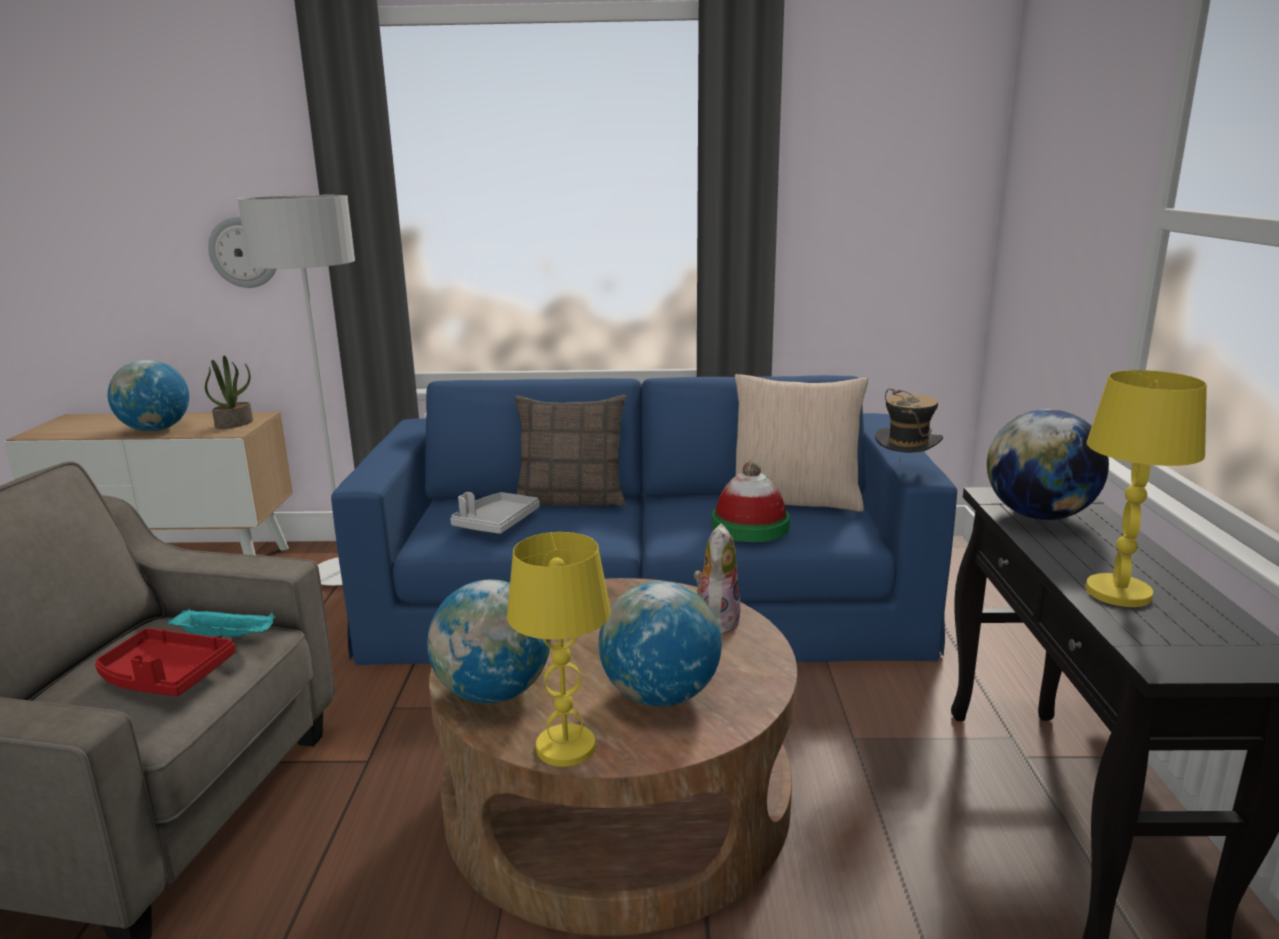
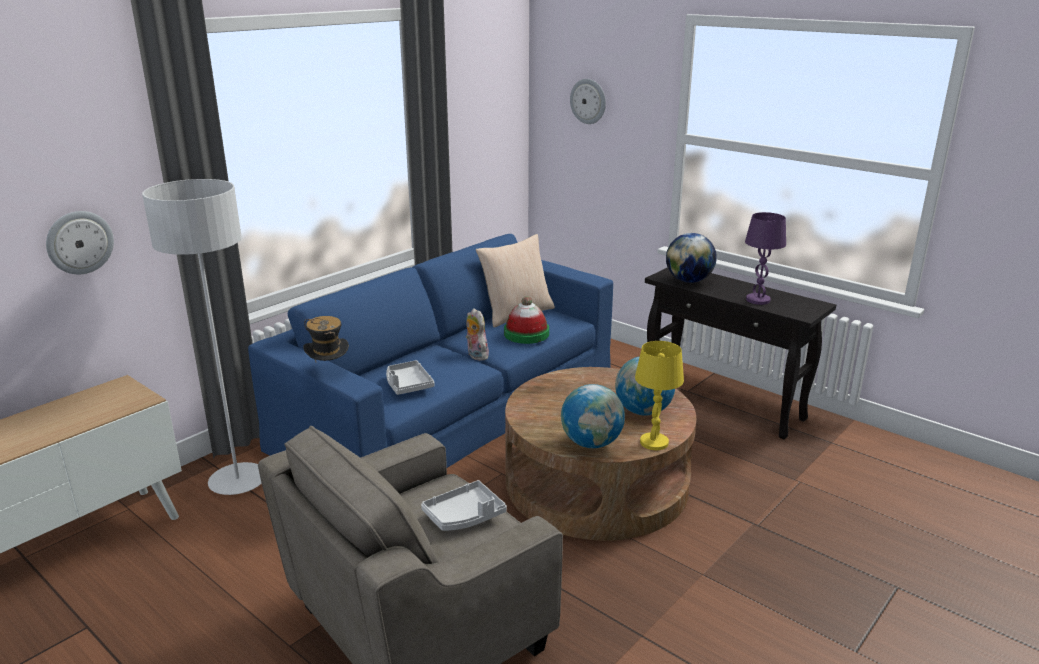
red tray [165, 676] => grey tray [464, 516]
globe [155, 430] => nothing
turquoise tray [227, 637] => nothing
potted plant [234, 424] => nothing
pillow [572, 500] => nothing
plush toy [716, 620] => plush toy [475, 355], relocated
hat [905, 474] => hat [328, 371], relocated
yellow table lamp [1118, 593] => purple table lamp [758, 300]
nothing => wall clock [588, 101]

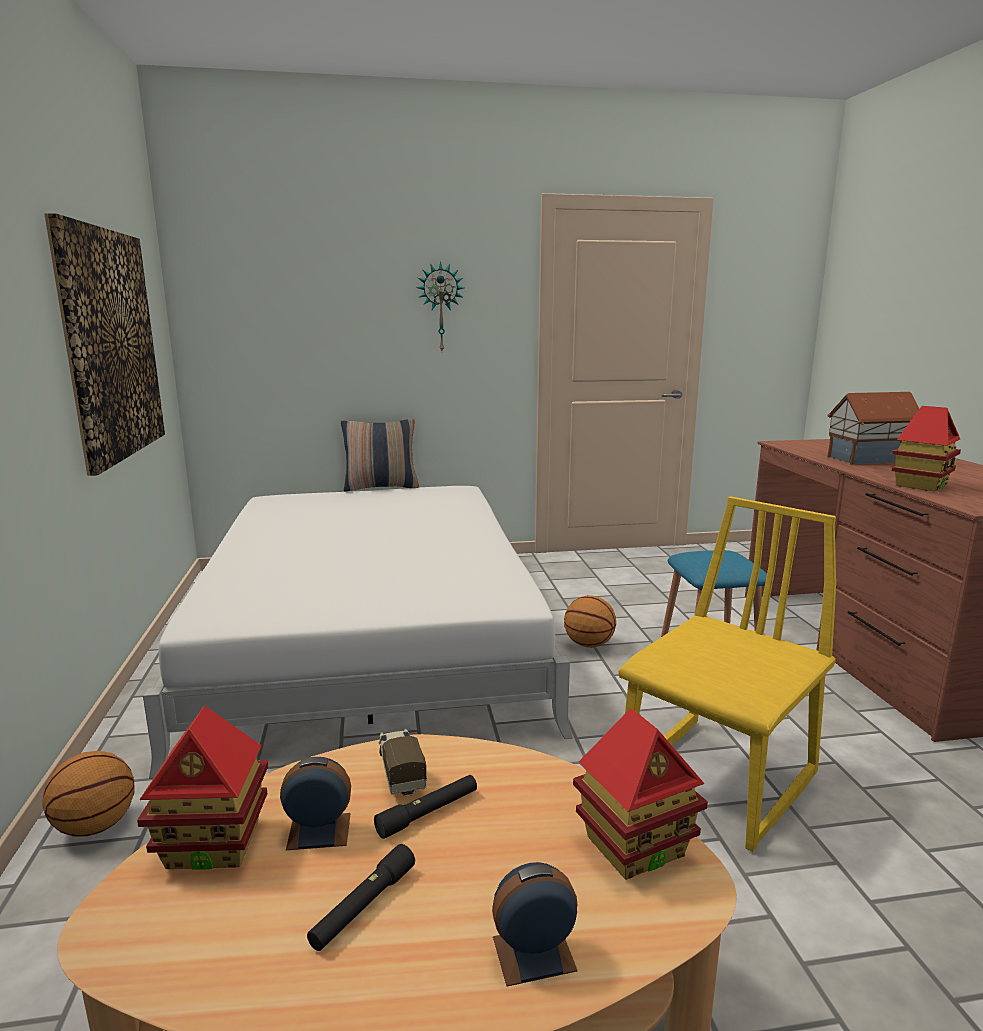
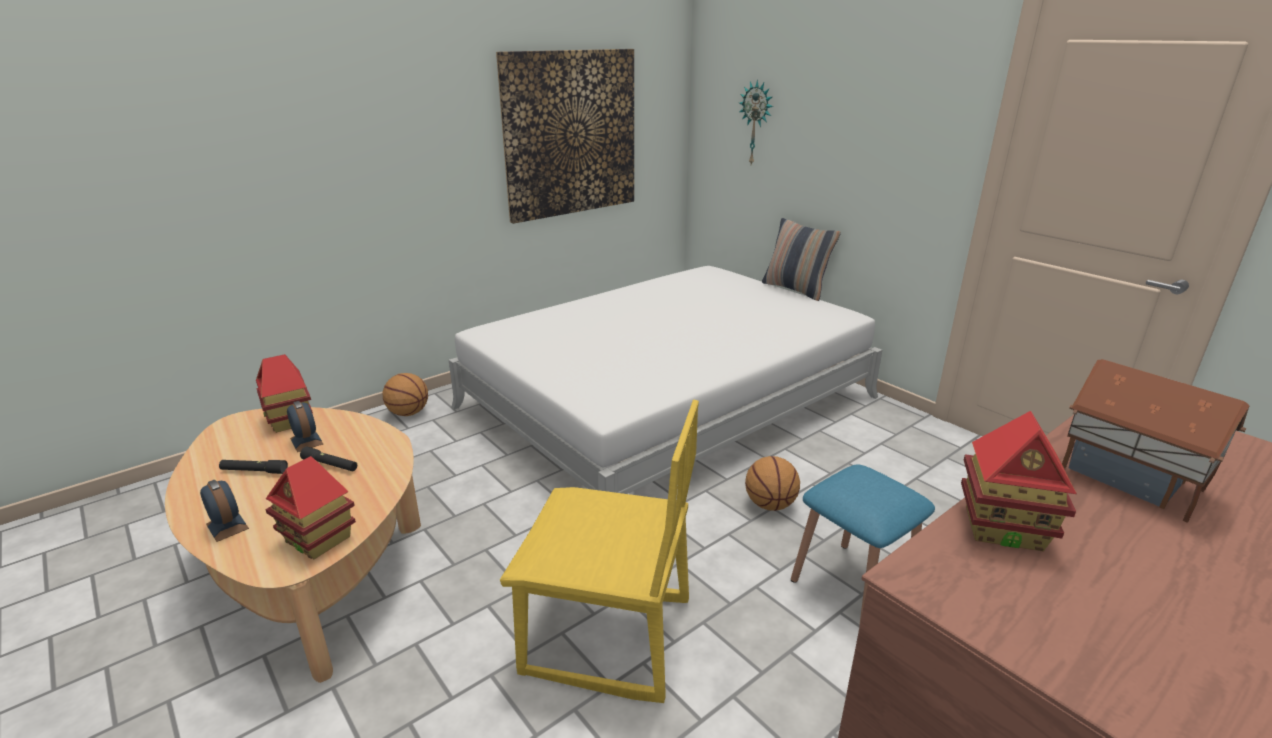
toy truck [401, 770] => nothing
wall clock [440, 308] => wall clock [756, 123], relocated

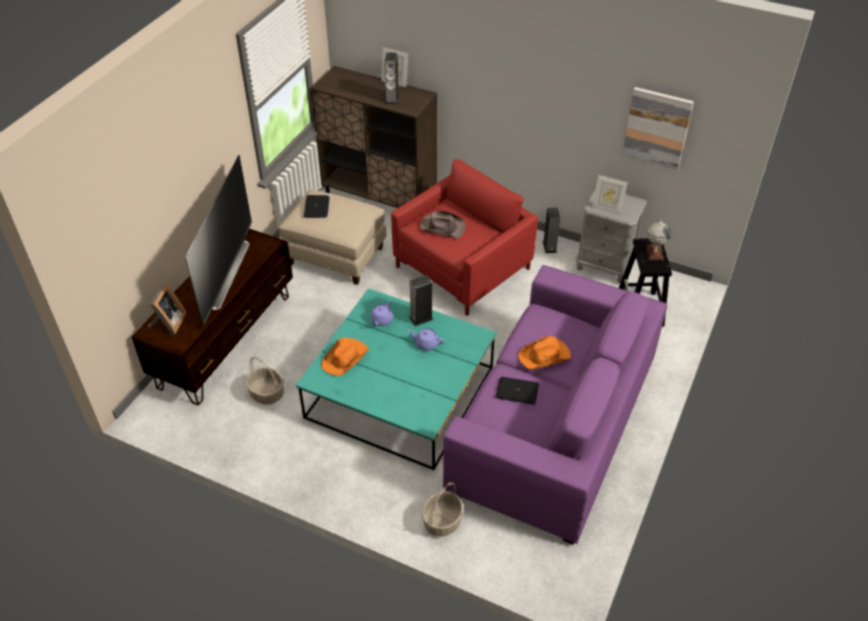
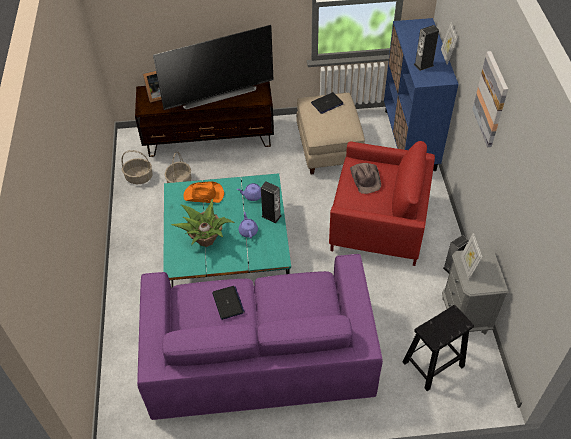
brown cabinet [379, 198] => blue cabinet [410, 140]
basket [442, 521] => basket [139, 177], relocated
orange hat [545, 356] => nothing
picture [657, 127] => picture [491, 99], relocated
globe [654, 252] => nothing
nothing => potted plant [205, 239]

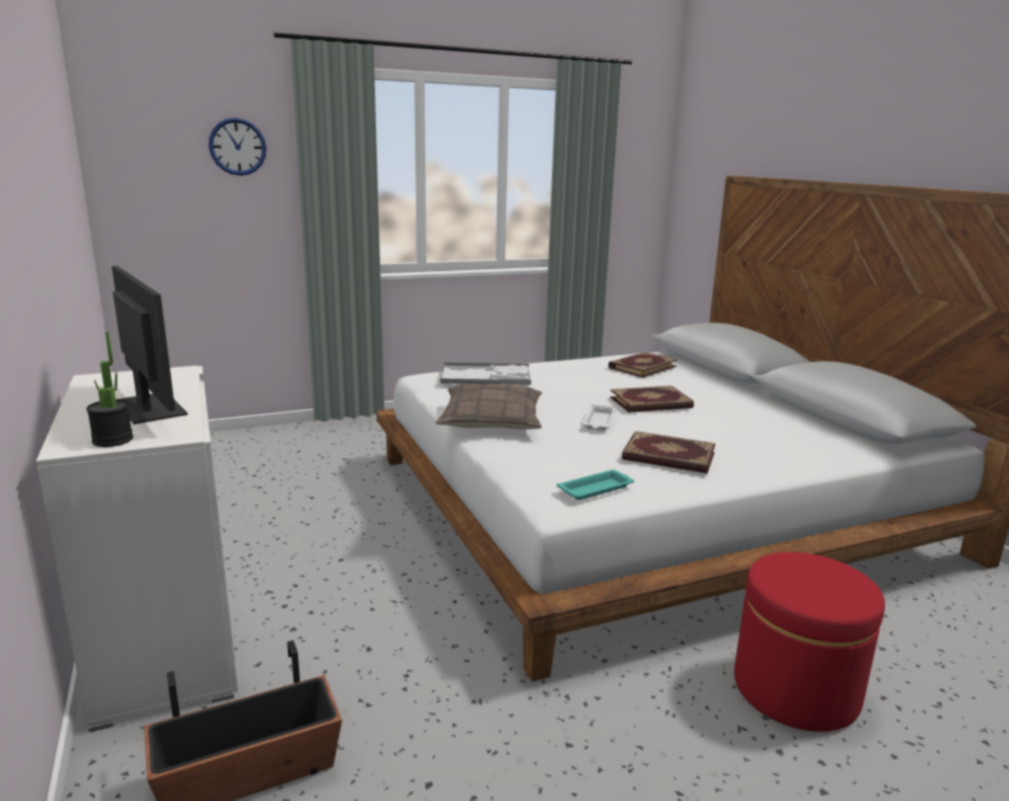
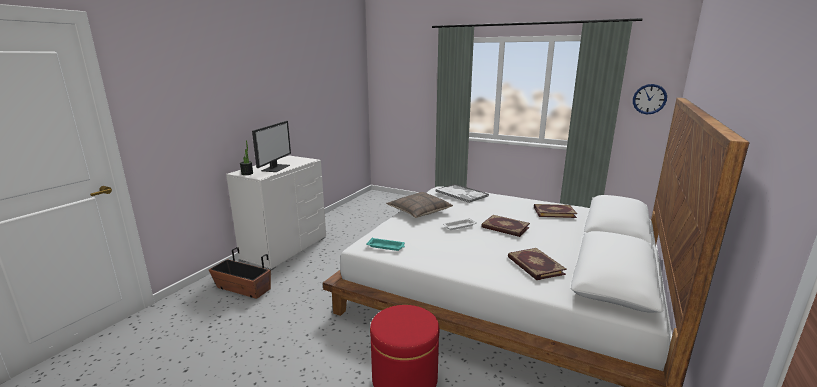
wall clock [237, 147] => wall clock [649, 99], relocated
book [668, 457] => book [534, 266], relocated

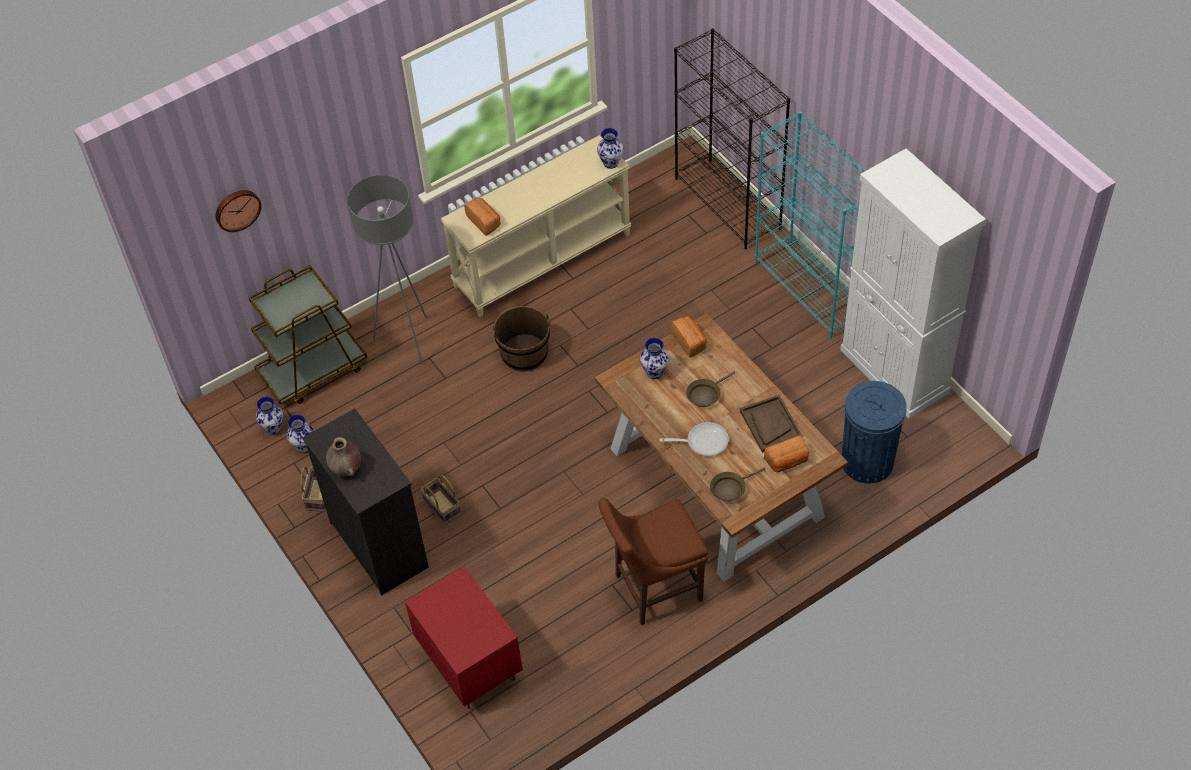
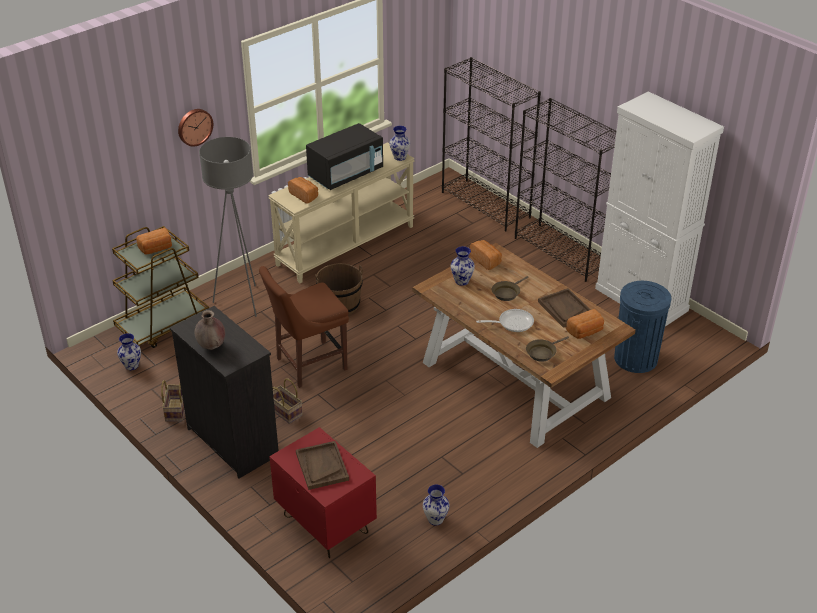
wall clock [237, 209] => wall clock [194, 126], relocated
vase [303, 446] => vase [435, 519], relocated
brown chair [654, 588] => brown chair [308, 365], relocated
turquoise bookcase [811, 288] => black bookcase [562, 252]
nothing => bread [156, 249]
nothing => brown tray [322, 466]
nothing => black microwave [346, 174]

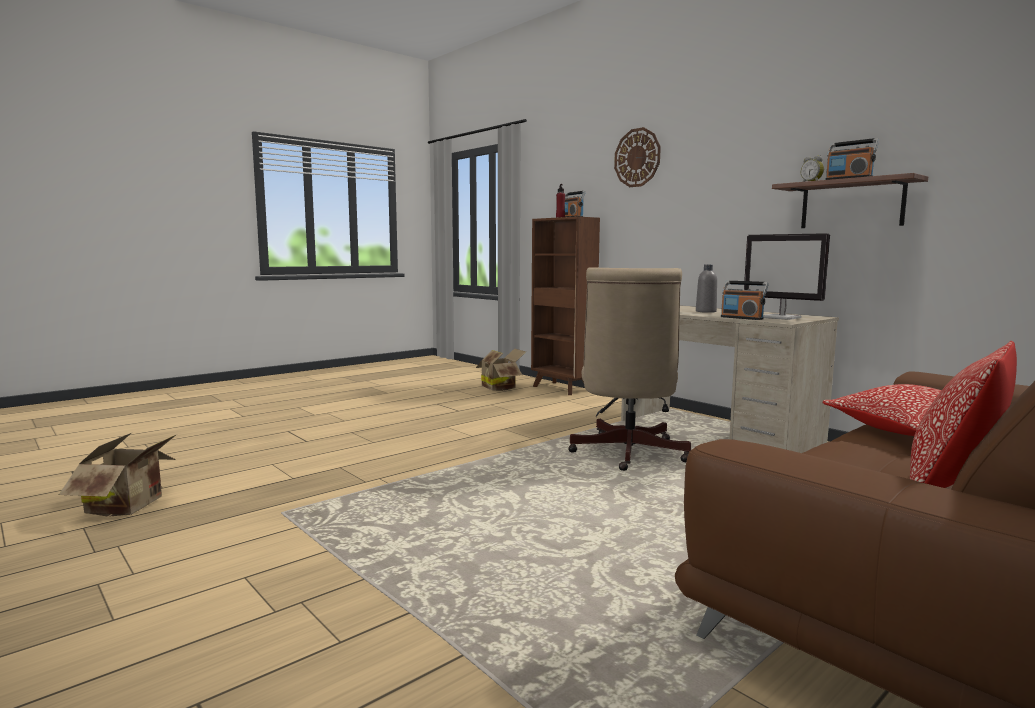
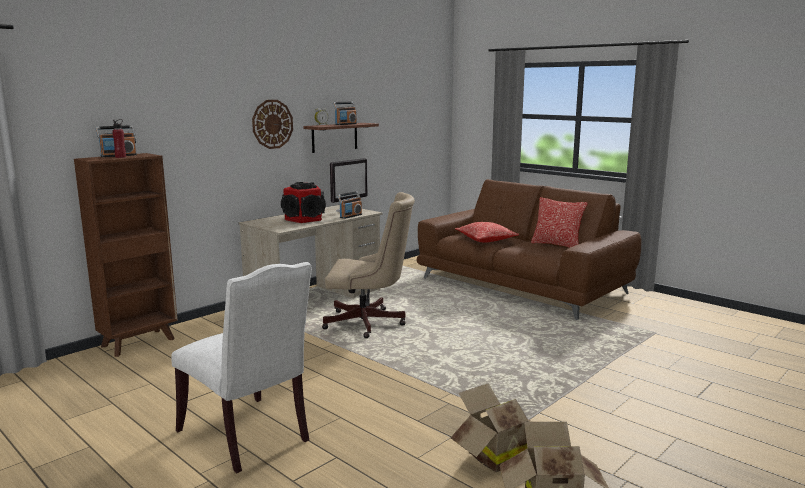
cardboard box [500, 387] => cardboard box [493, 456], relocated
wall clock [637, 157] => wall clock [272, 124], relocated
grey bottle [706, 311] => speaker [304, 219]
nothing => white chair [248, 436]

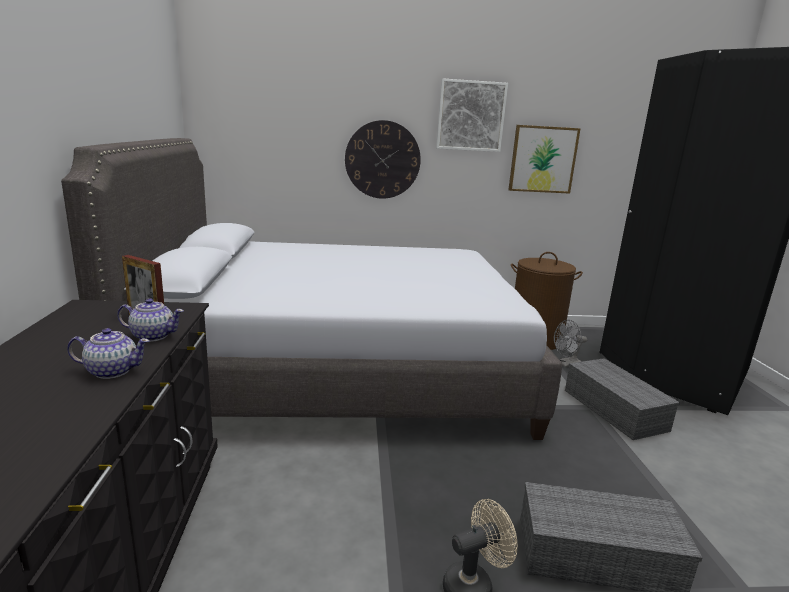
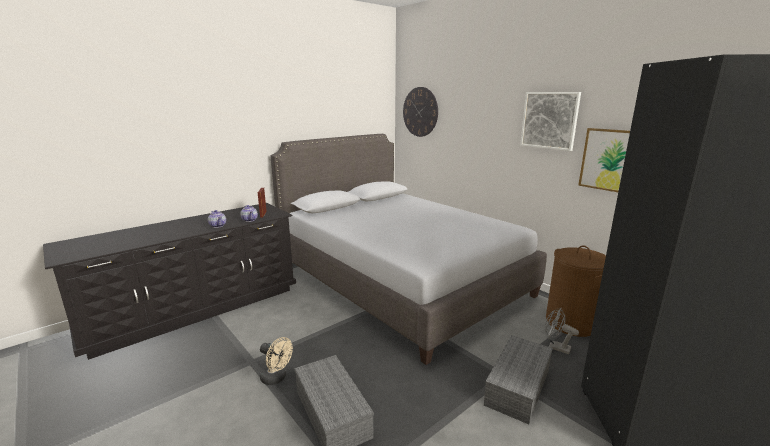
wall clock [382, 160] => wall clock [420, 112], relocated

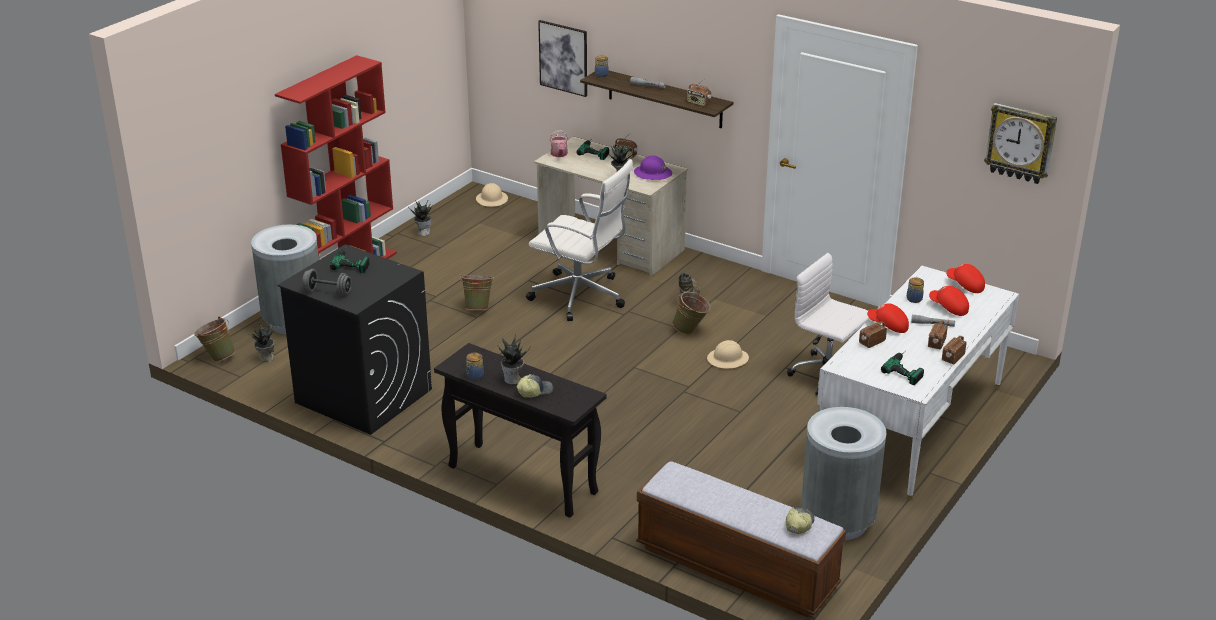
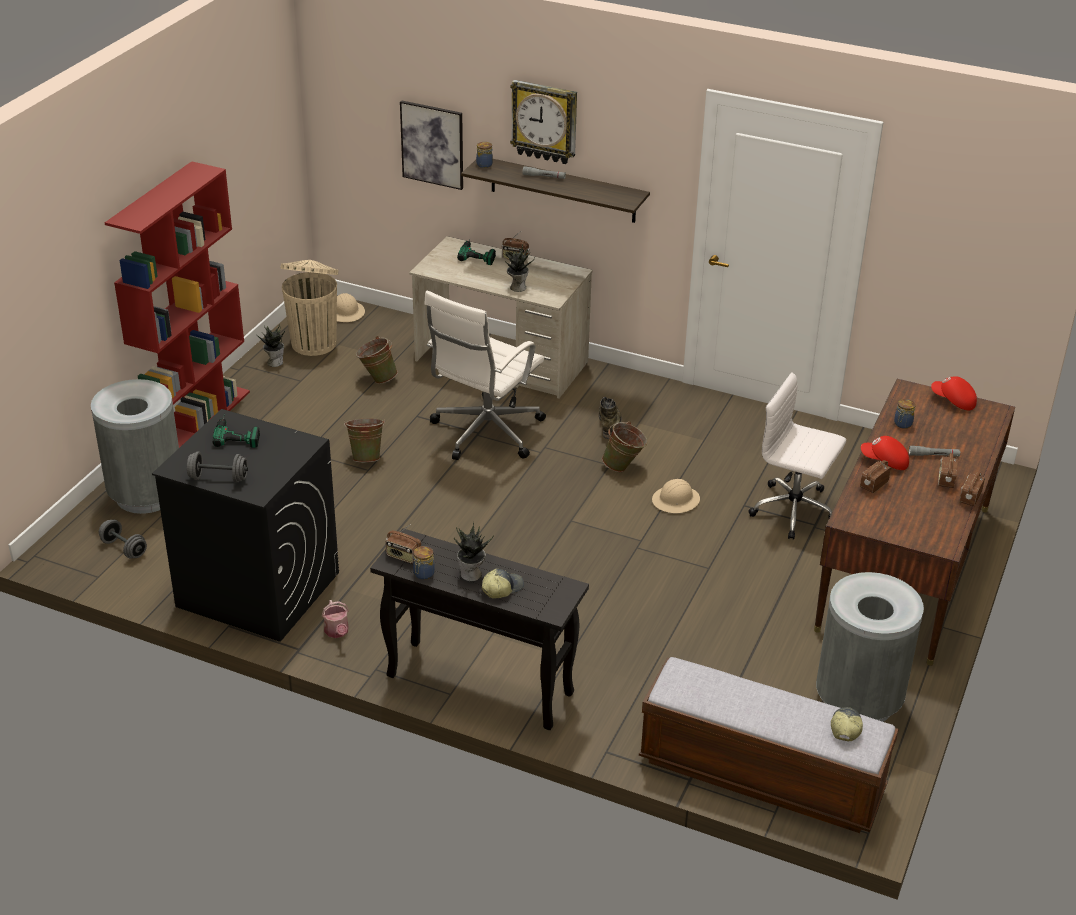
green bucket [217, 357] => green bucket [377, 379], relocated
potted plant [266, 358] => grey dumbbell [124, 548]
white office chair [581, 297] => white office chair [484, 433], 105 degrees clockwise
watering can [559, 154] => watering can [337, 632], relocated
purple hard hat [652, 173] => nothing
radio [698, 103] => radio [403, 556], relocated
white desk [911, 425] => brown desk [905, 567]
power drill [907, 369] => nothing
red cap [948, 308] => nothing
wall clock [1020, 143] => wall clock [544, 121], relocated
nothing => beige trash can [314, 343]

